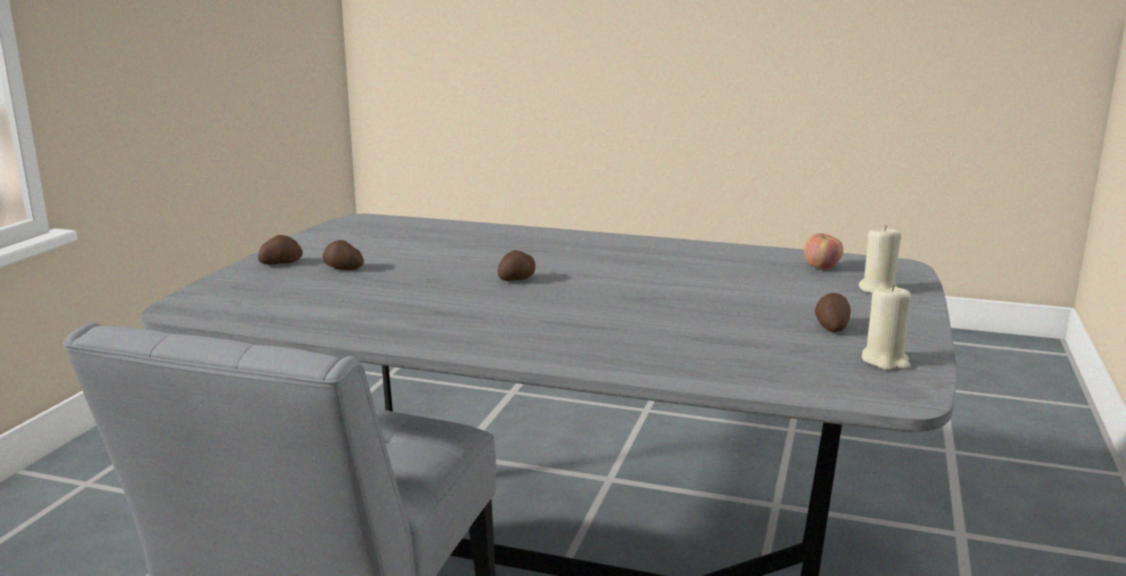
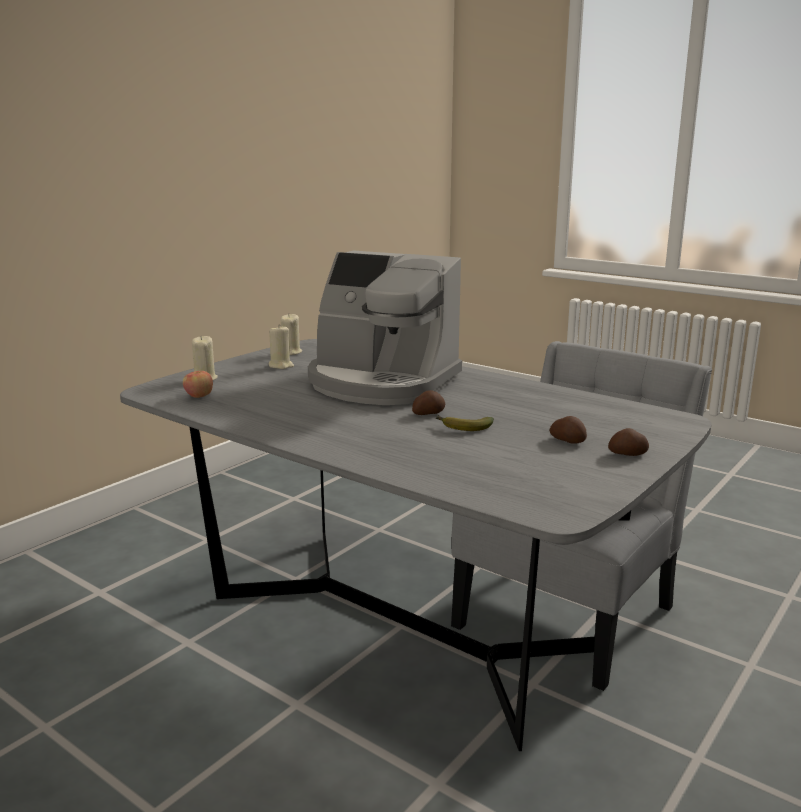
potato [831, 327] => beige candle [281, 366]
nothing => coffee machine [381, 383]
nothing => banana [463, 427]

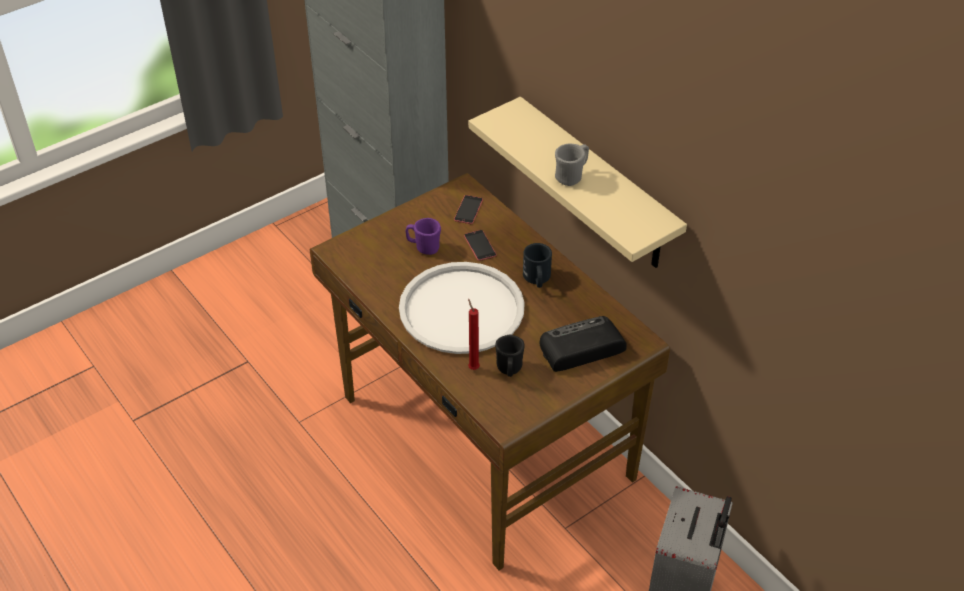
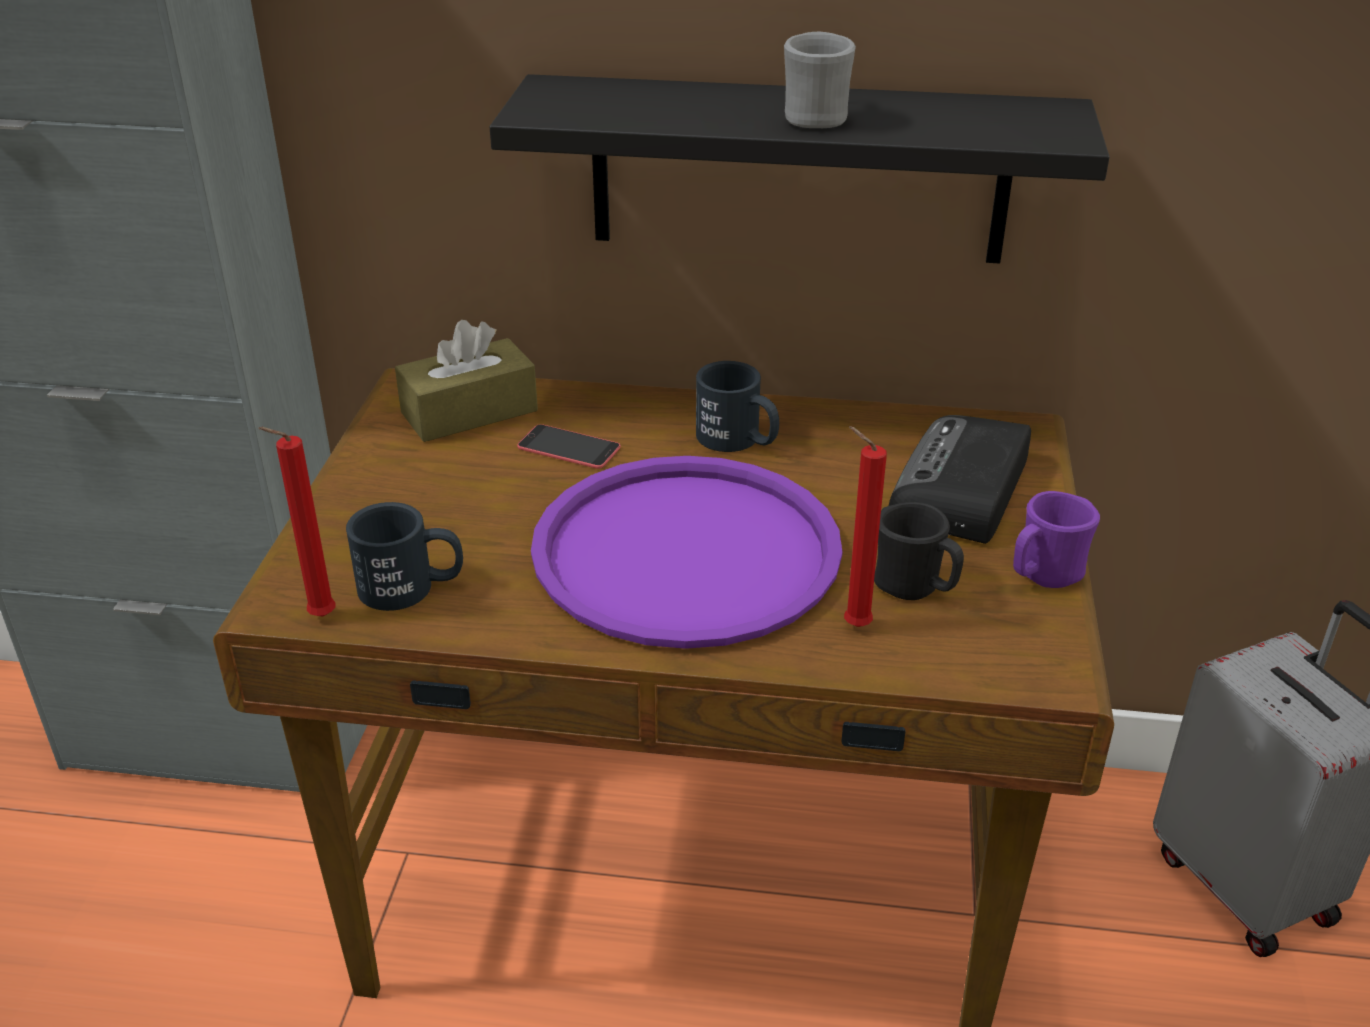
white tray [462, 309] => purple tray [686, 551]
purple mug [424, 247] => purple mug [1043, 576], relocated
phone [468, 210] => brown tissue box [469, 412]
beige shelf [596, 186] => black shelf [798, 170]
nothing => red candle [318, 617]
nothing => black mug [412, 587]

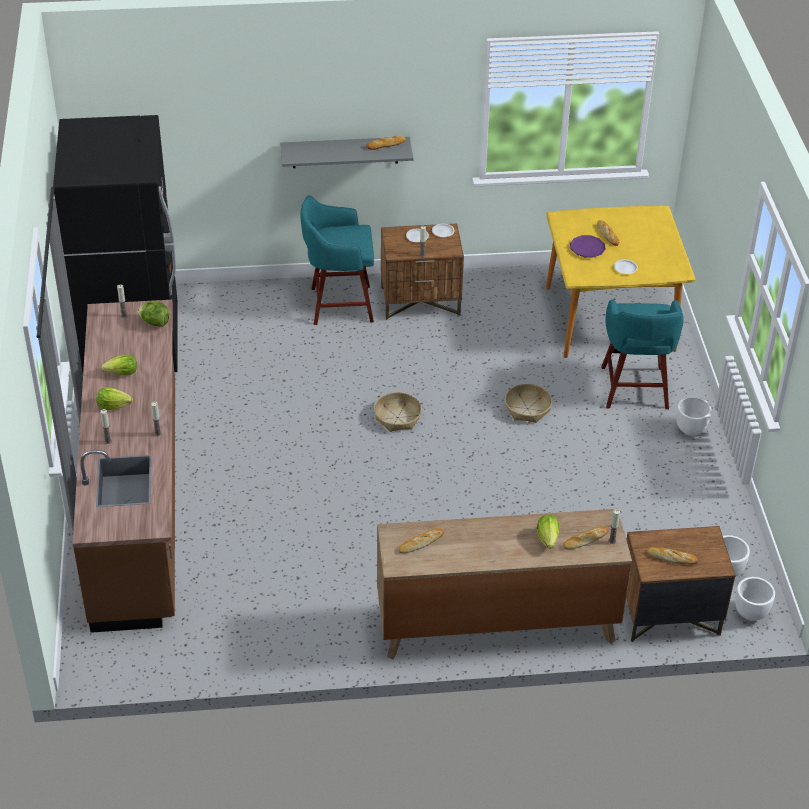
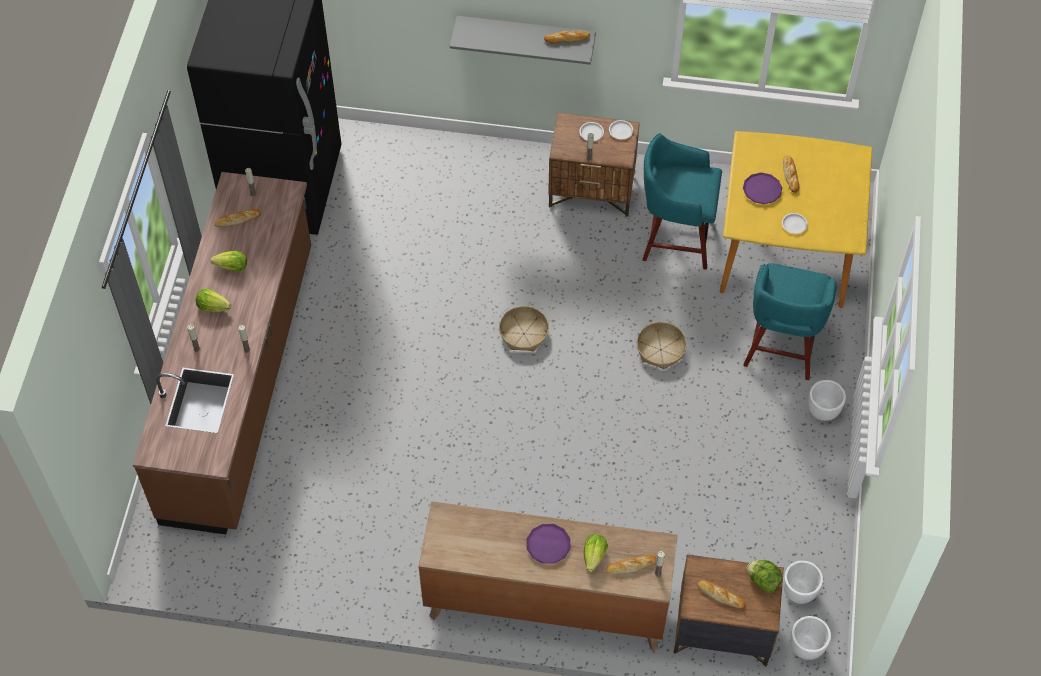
lettuce [154, 322] => lettuce [763, 581], relocated
turquoise stool [339, 305] => turquoise stool [675, 238], relocated
bread [421, 543] => bread [237, 219], relocated
nothing => purple plate [548, 545]

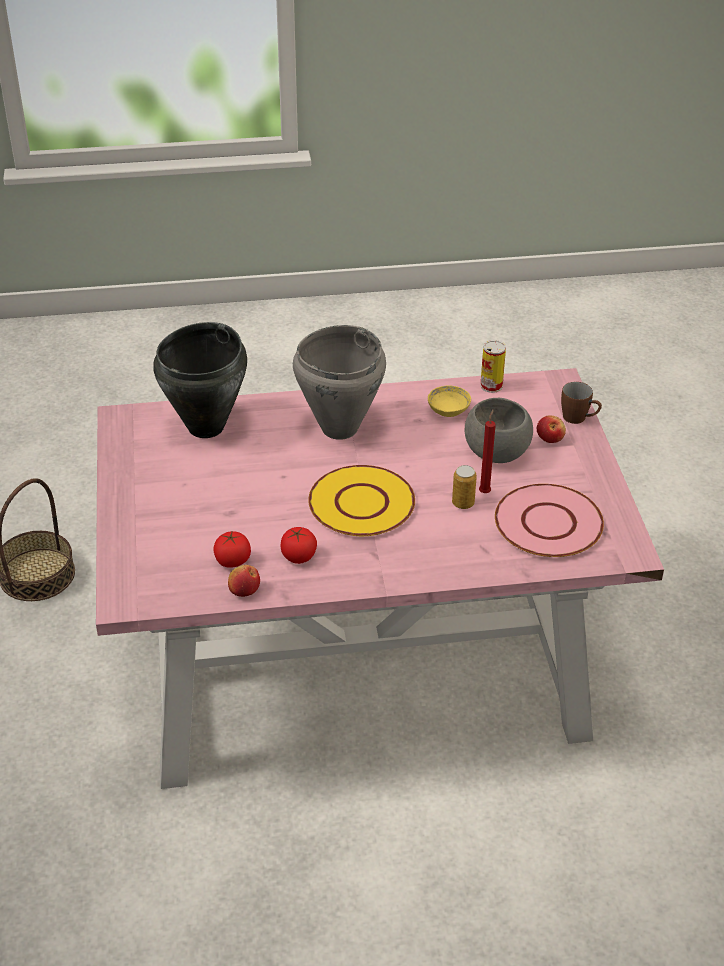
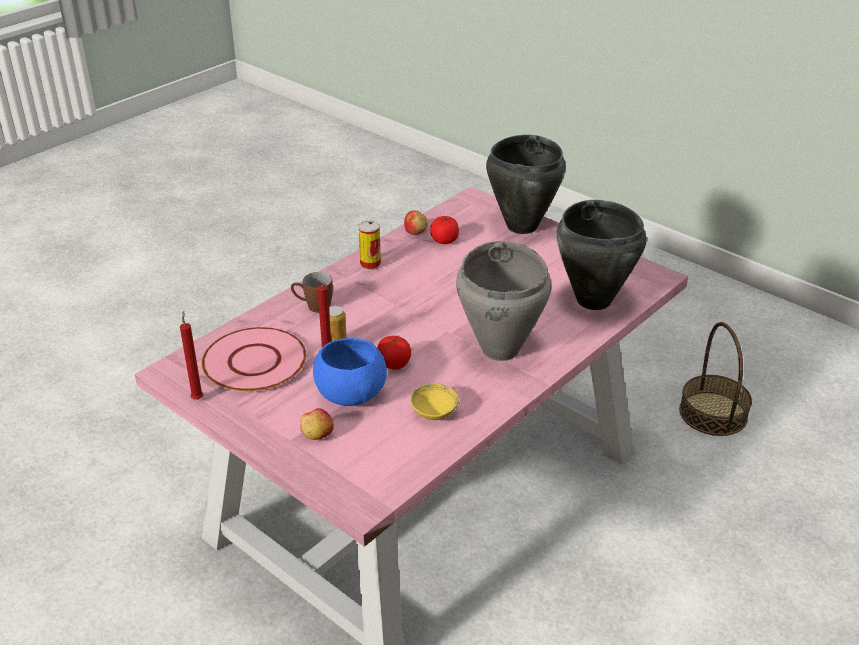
tomato [298, 556] => tomato [394, 364], relocated
yellow plate [361, 503] => nothing
grey bowl [496, 454] => blue bowl [350, 395]
can [491, 386] => can [370, 264], relocated
brown mug [579, 419] => brown mug [313, 306], relocated
nothing => red candle [197, 398]
nothing => black cooking pot [521, 226]

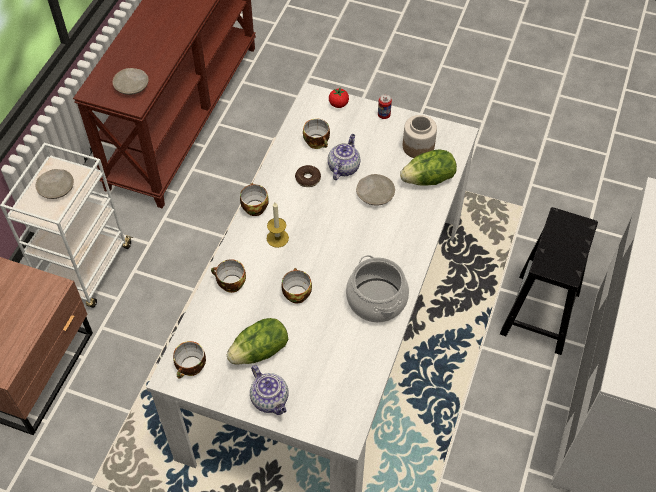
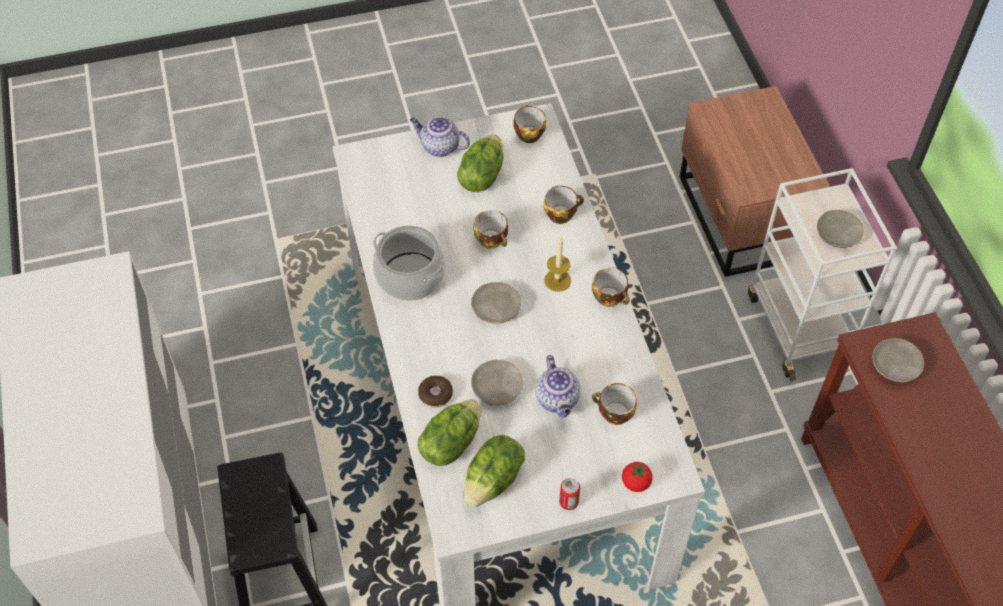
donut [308, 179] => donut [435, 394], relocated
jar [417, 146] => lettuce [494, 480]
nothing => beige plate [495, 308]

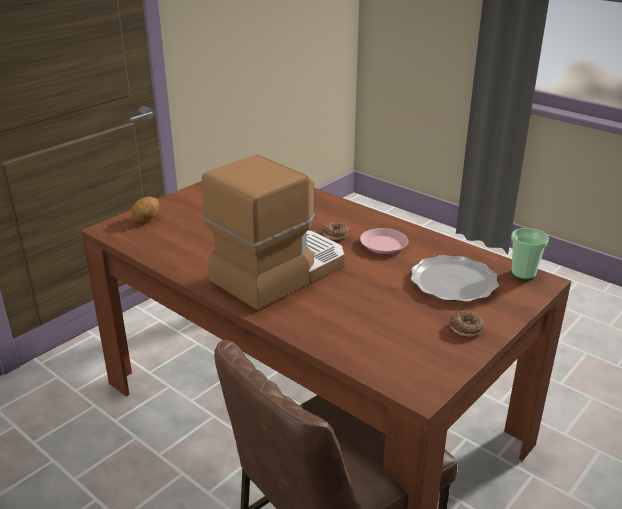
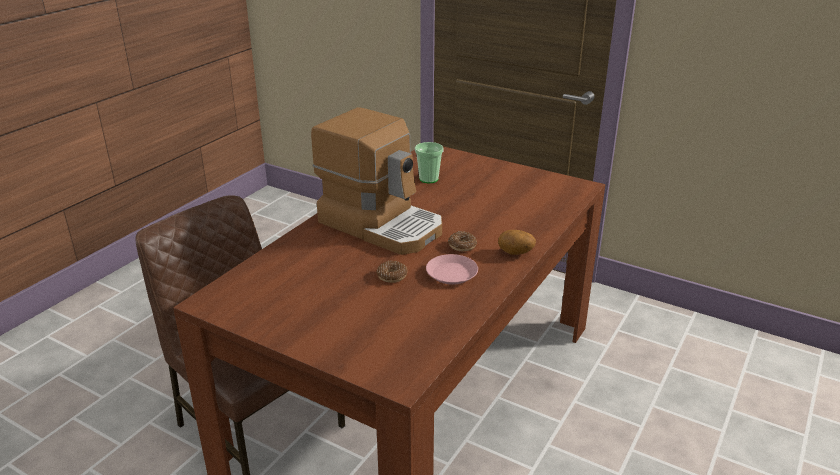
potato [147, 219] => potato [515, 253], relocated
plate [452, 282] => nothing
donut [465, 328] => donut [392, 276], relocated
cup [523, 273] => cup [428, 179], relocated

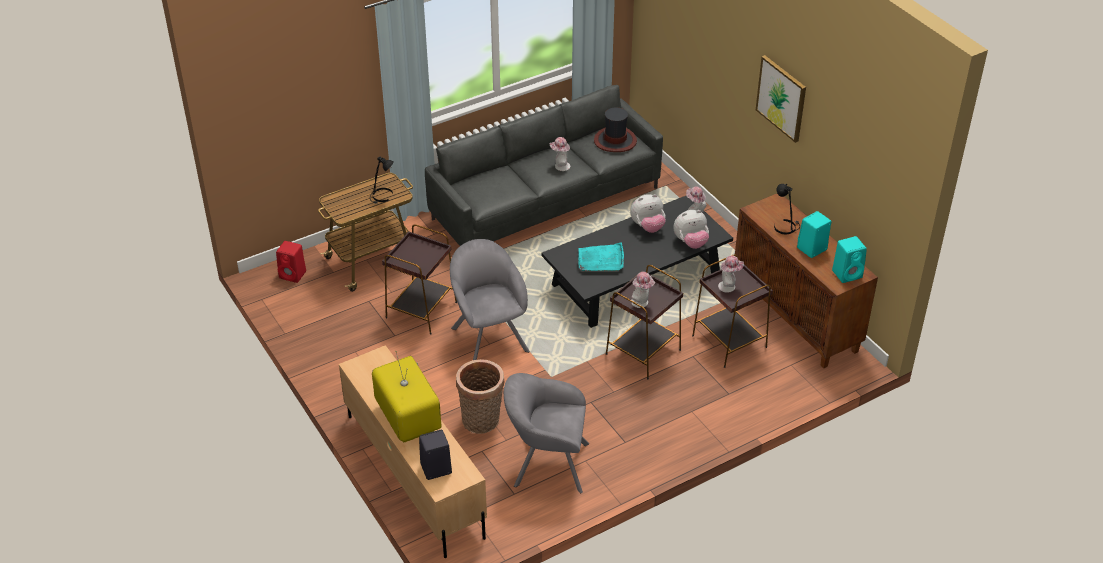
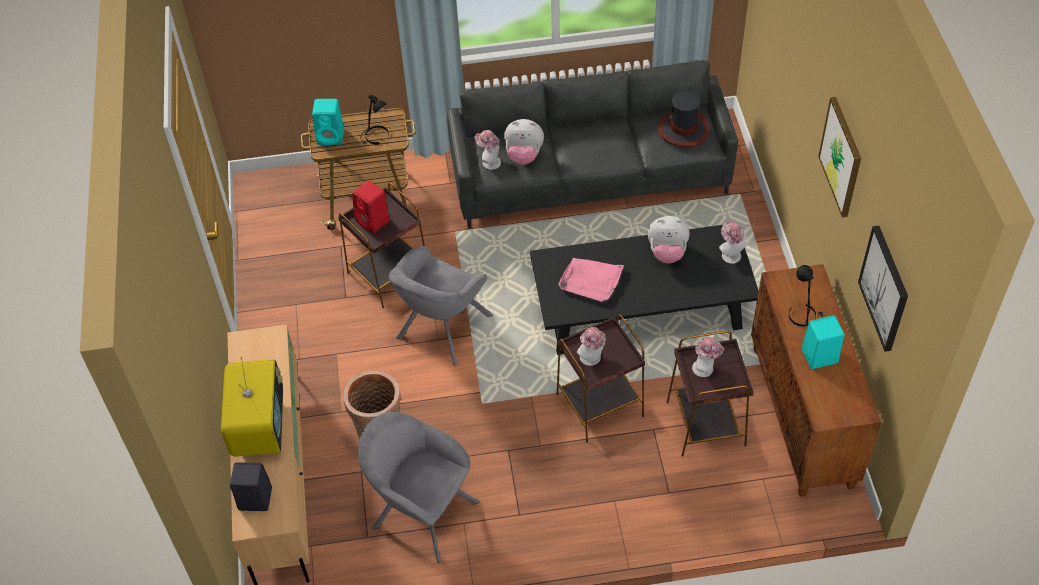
red speaker [293, 275] => red speaker [374, 221], relocated
grey armchair [488, 336] => grey armchair [441, 330], 150 degrees counterclockwise
hat [560, 166] => hat [489, 162], relocated
turquoise tray [601, 260] => pink tray [591, 280]
plush toy [690, 242] => plush toy [524, 156], relocated
turquoise speaker [847, 274] => turquoise speaker [331, 136], relocated
nothing => picture [885, 288]

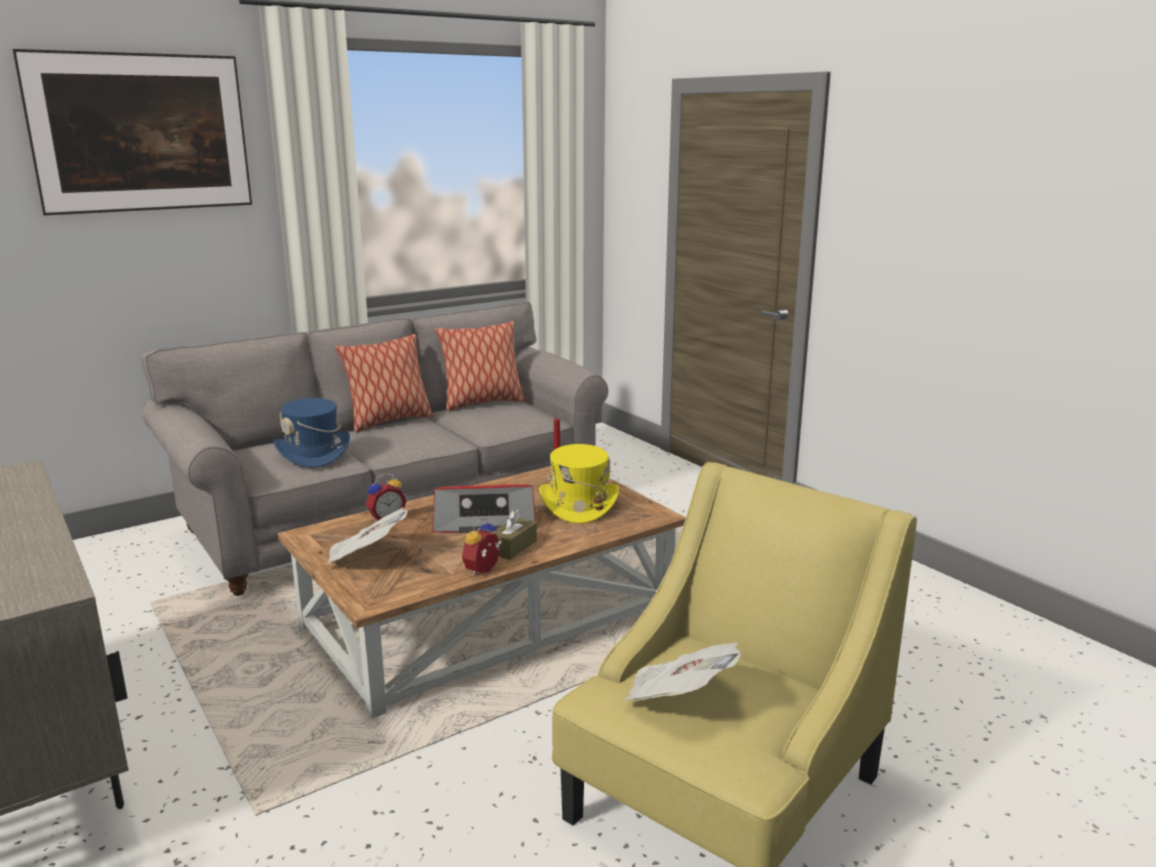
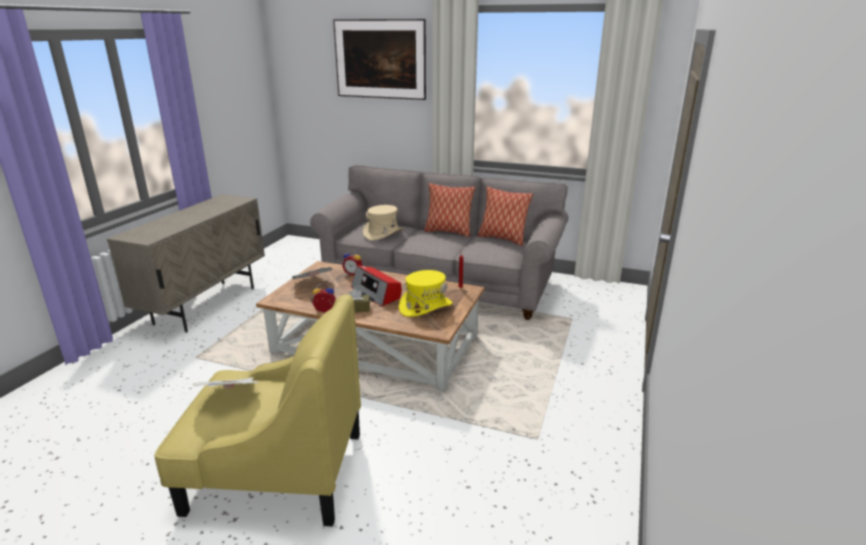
blue hat [313, 453] => beige hat [383, 233]

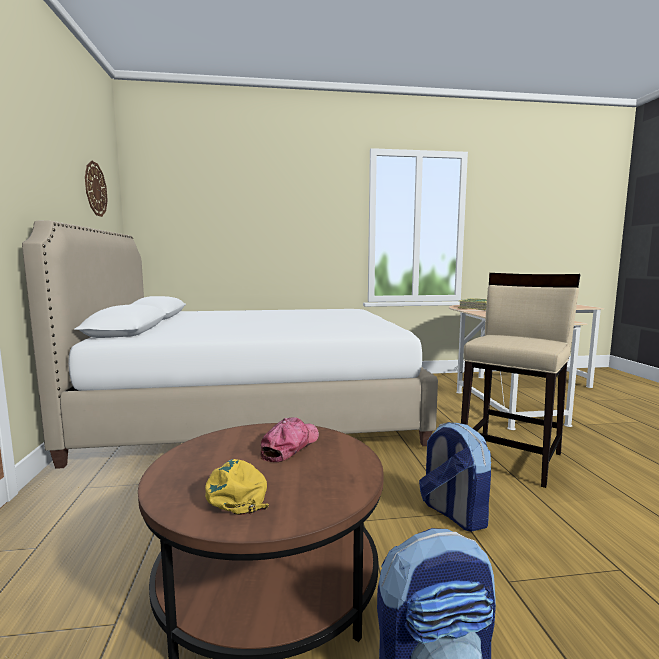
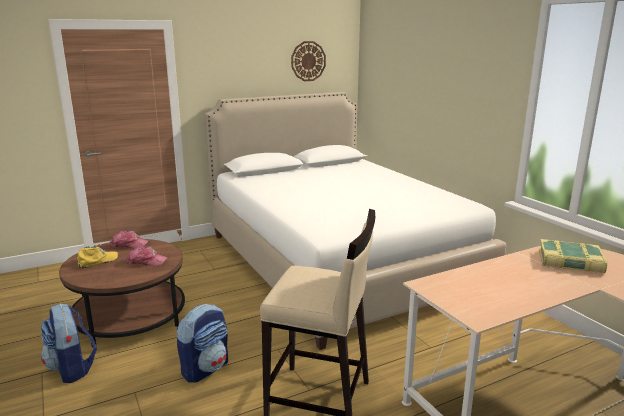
nothing => cap [129, 245]

